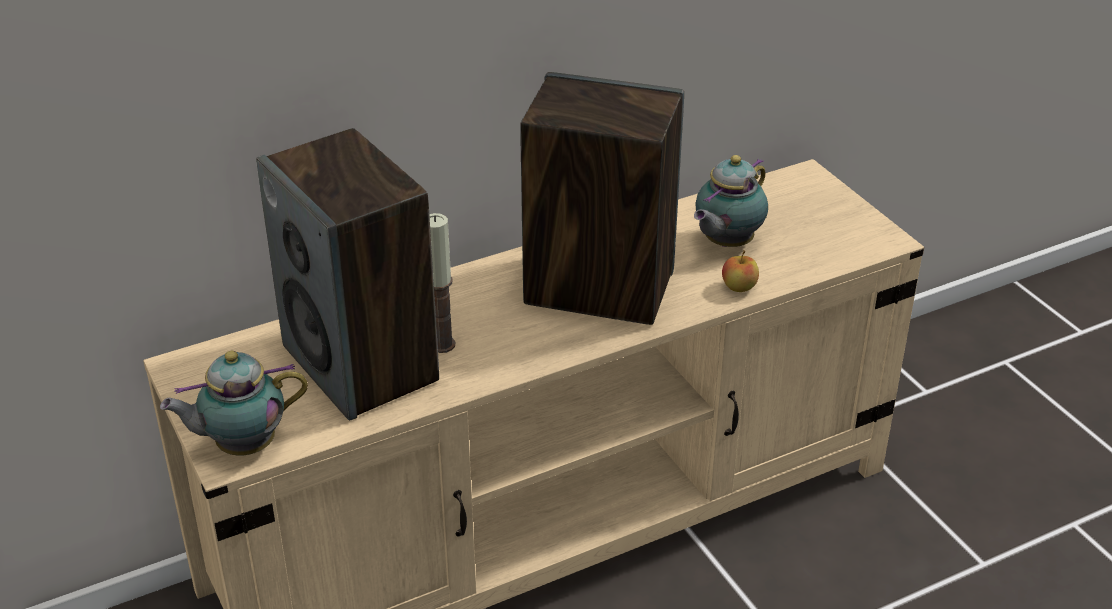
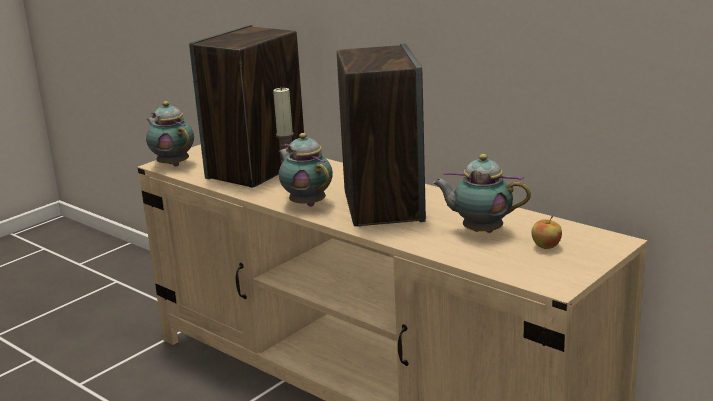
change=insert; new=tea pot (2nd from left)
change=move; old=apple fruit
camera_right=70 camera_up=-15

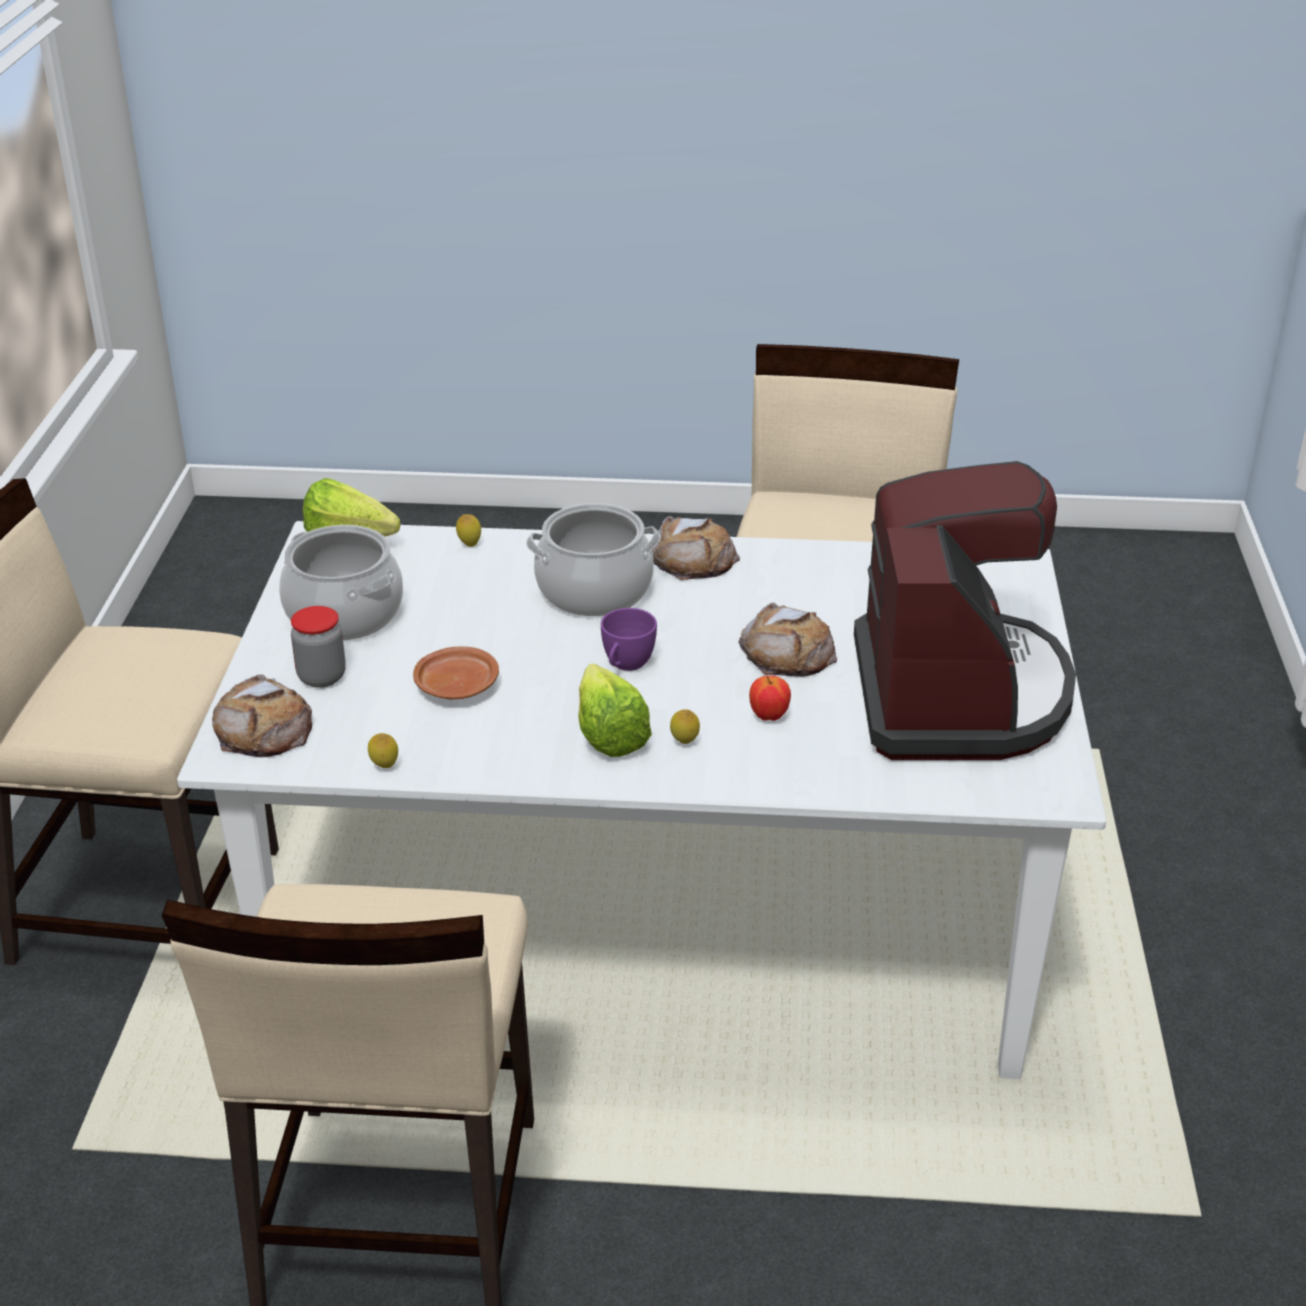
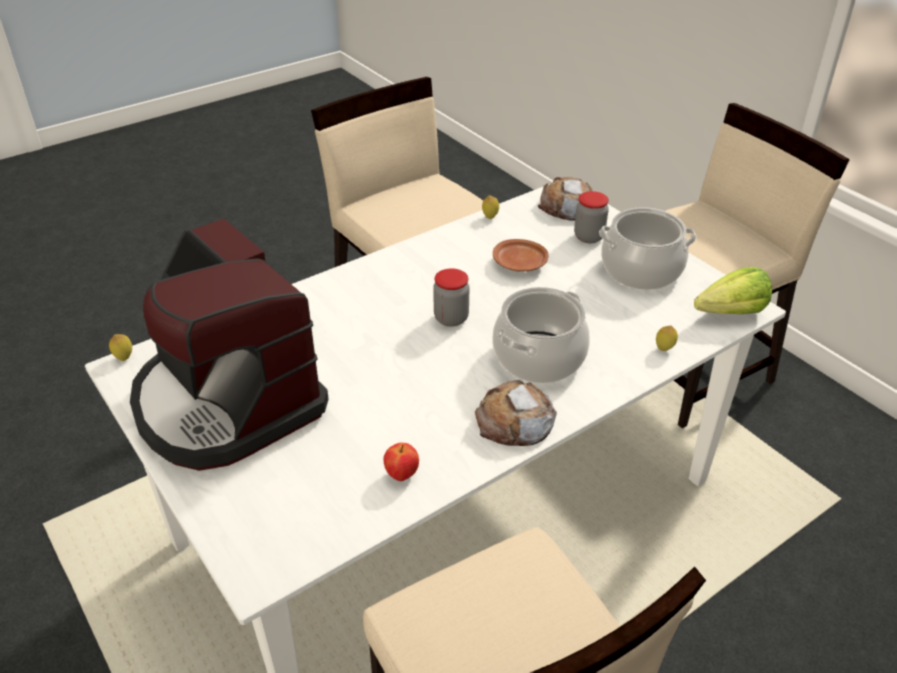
change=move; old=whole lemon (3rd from left in the first image); new=whole lemon (1st from left)
change=move; old=apple fruit
change=replace; old=purple-coloured cup; new=preserve jar (1st from left)
change=delete; old=lettuce (2nd from left)
change=delete; old=bakery bread (3rd from left)
camera_right=140 camera_up=5

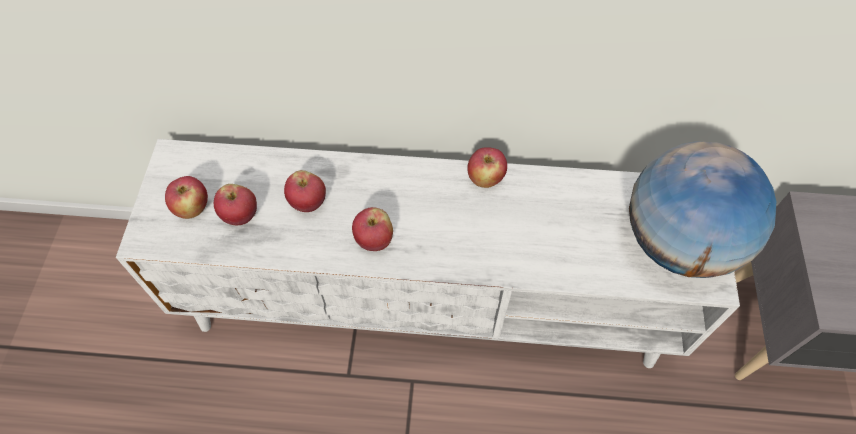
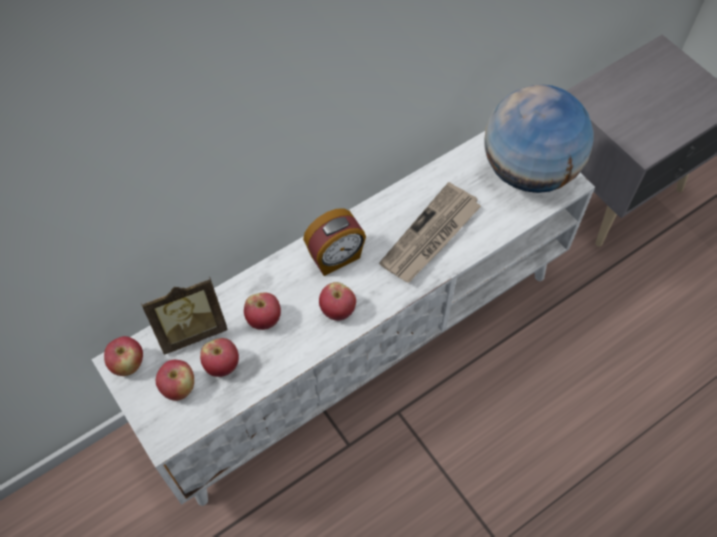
change=move; old=apple fruit (5th from left in the first image); new=apple fruit (1st from left)
change=insert; new=photo frame
change=insert; new=bedside clock
change=insert; new=printed paper
camera_right=-40 camera_up=0

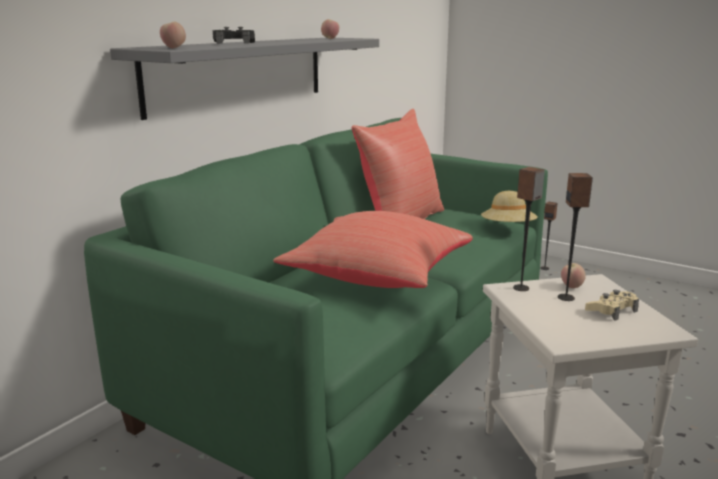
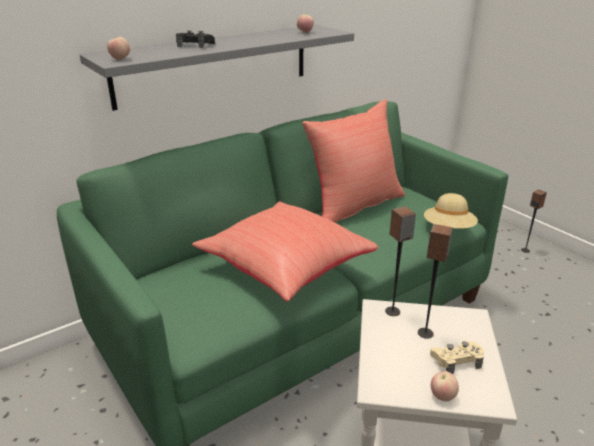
change=move; old=apple fruit (3rd from left)
camera_right=20 camera_up=10

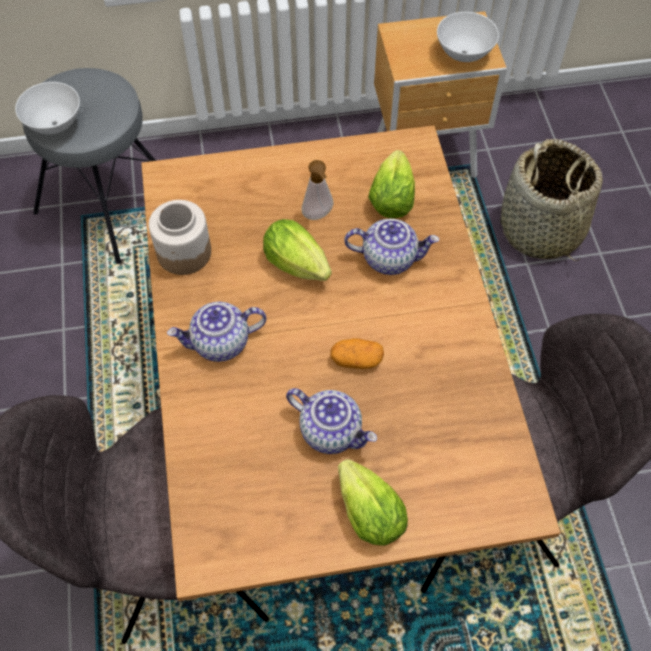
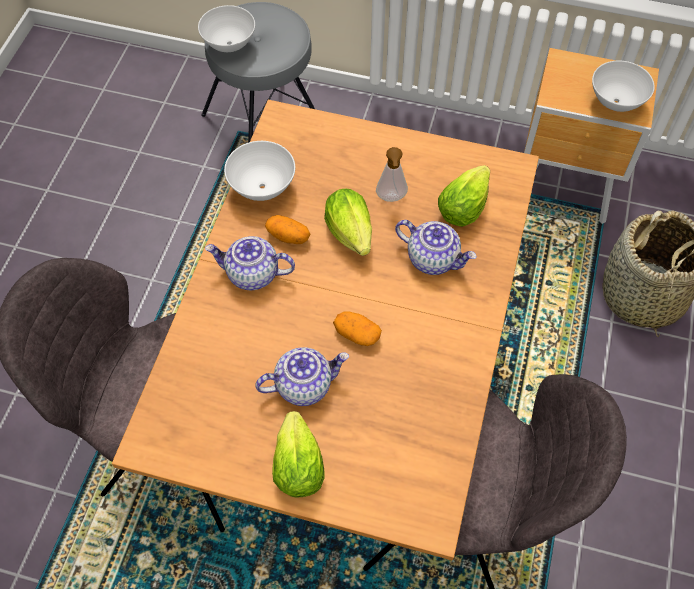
change=replace; old=preserve jar; new=white bowl (2nd from left)
change=rotate; old=tea pot (2nd from left); degrees=-75
change=insert; new=potato (1st from left)
camera_right=25 camera_up=0

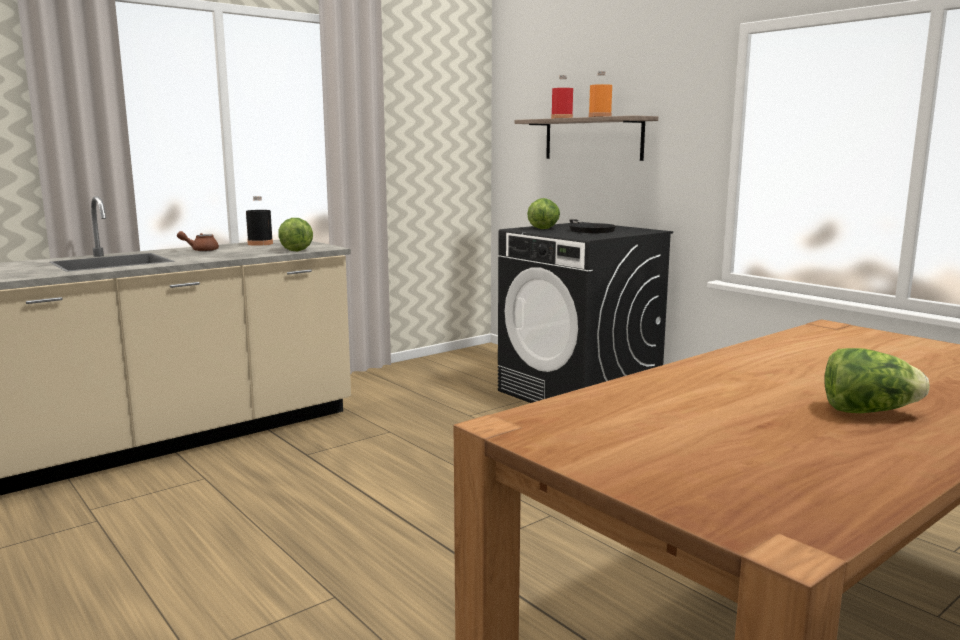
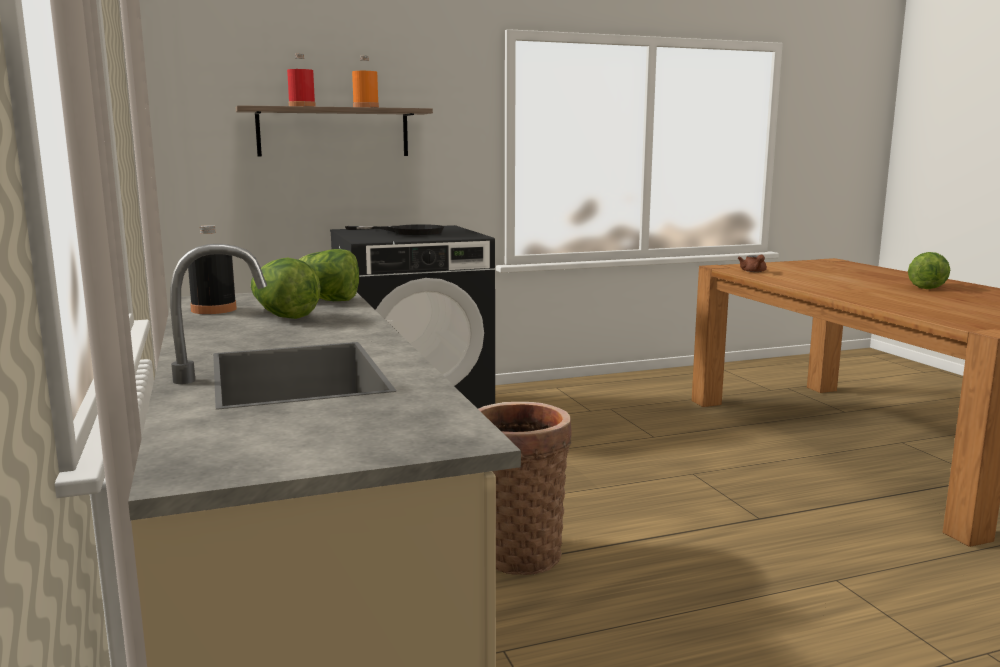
change=move; old=lettuce (2nd from left in the first image); new=lettuce (1st from left)
change=insert; new=household basket
change=move; old=brownish tea pot
camera_right=-70 camera_up=0

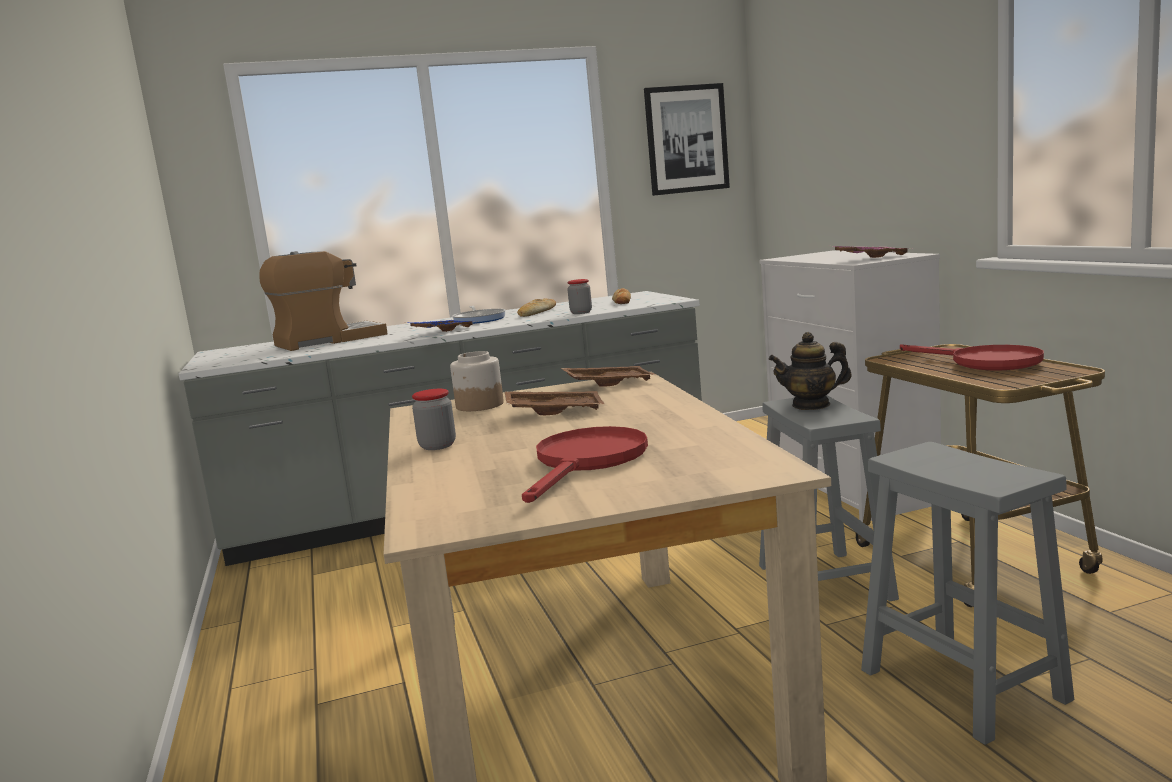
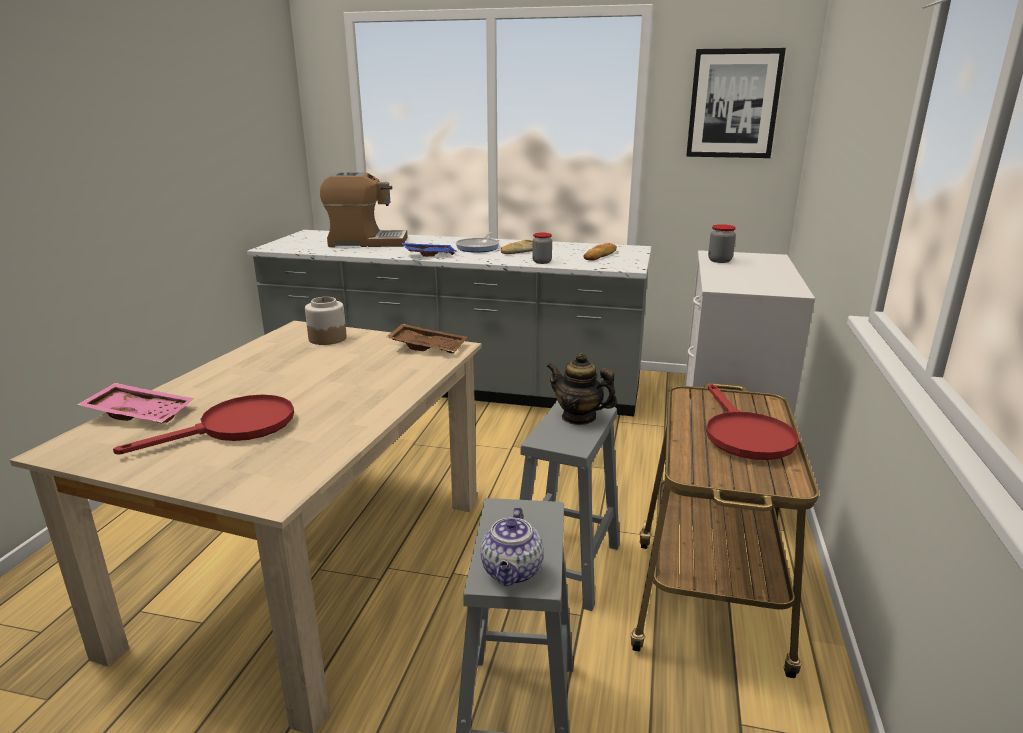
change=move; old=pink-coloured tray
change=insert; new=tea pot (1st from left)
change=move; old=preserve jar (1st from left in the first image); new=preserve jar (3rd from left)
change=delete; old=brownish tray (1st from left)
camera_right=30 camera_up=10

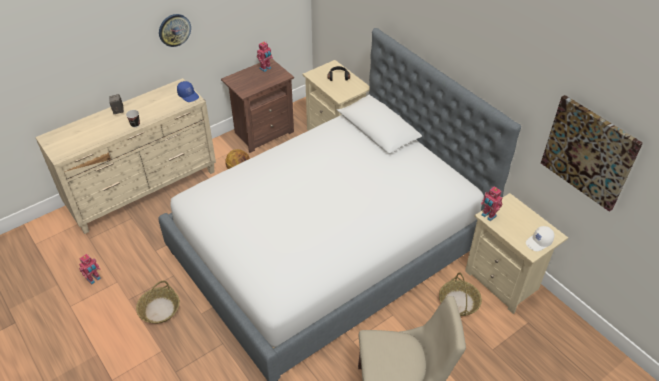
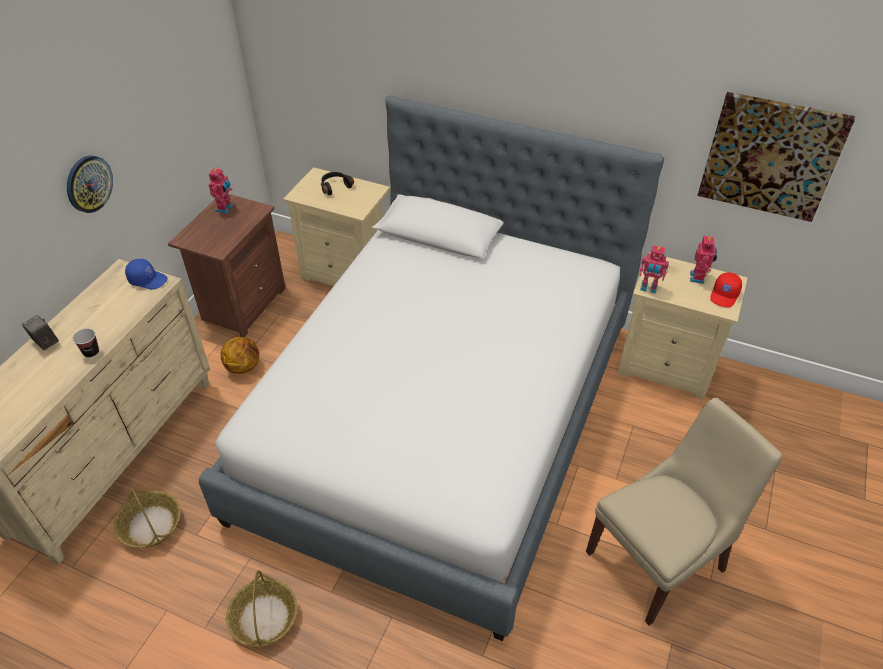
change=move; old=household basket (2nd from left in the first image); new=household basket (1st from left)
change=move; old=toy robot (1st from left in the first image); new=toy robot (3rd from left)
change=recolor; old=white baseball cap; new=red baseball cap
camera_right=-30 camera_up=0

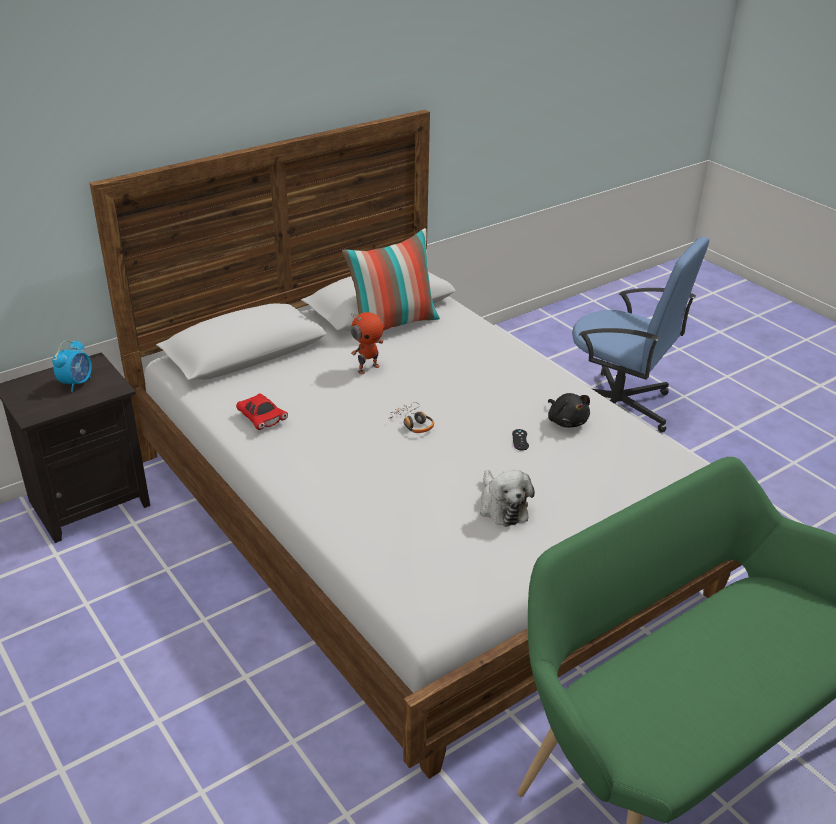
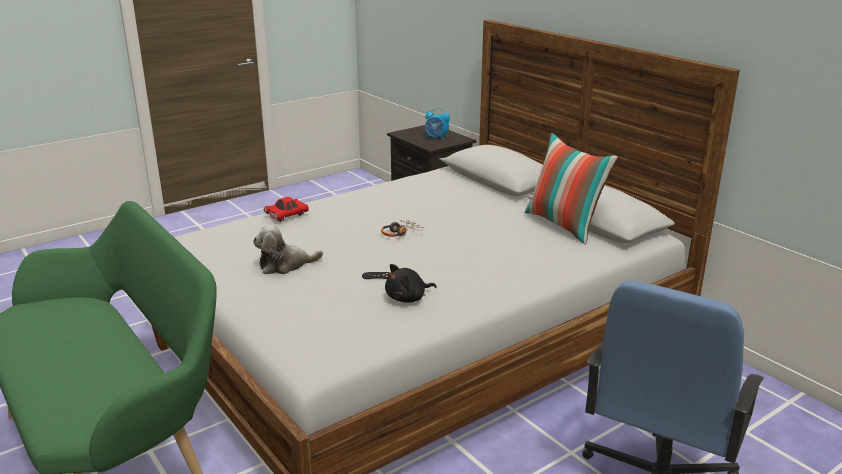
change=move; old=red model car
change=delete; old=toy robot
camera_right=90 camera_up=-10

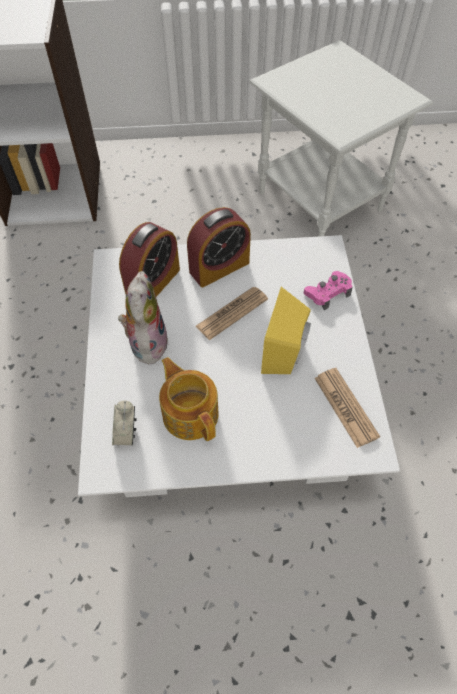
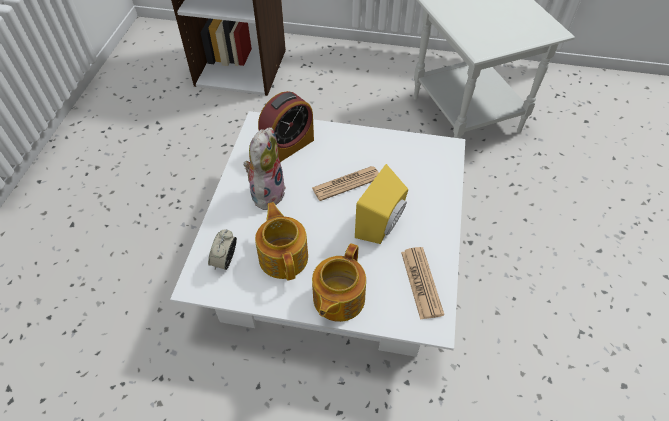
change=insert; new=tea pot (2nd from left)
change=delete; old=bedside clock (3rd from left)
change=delete; old=pink-coloured gamepad
camera_right=15 camera_up=-5

